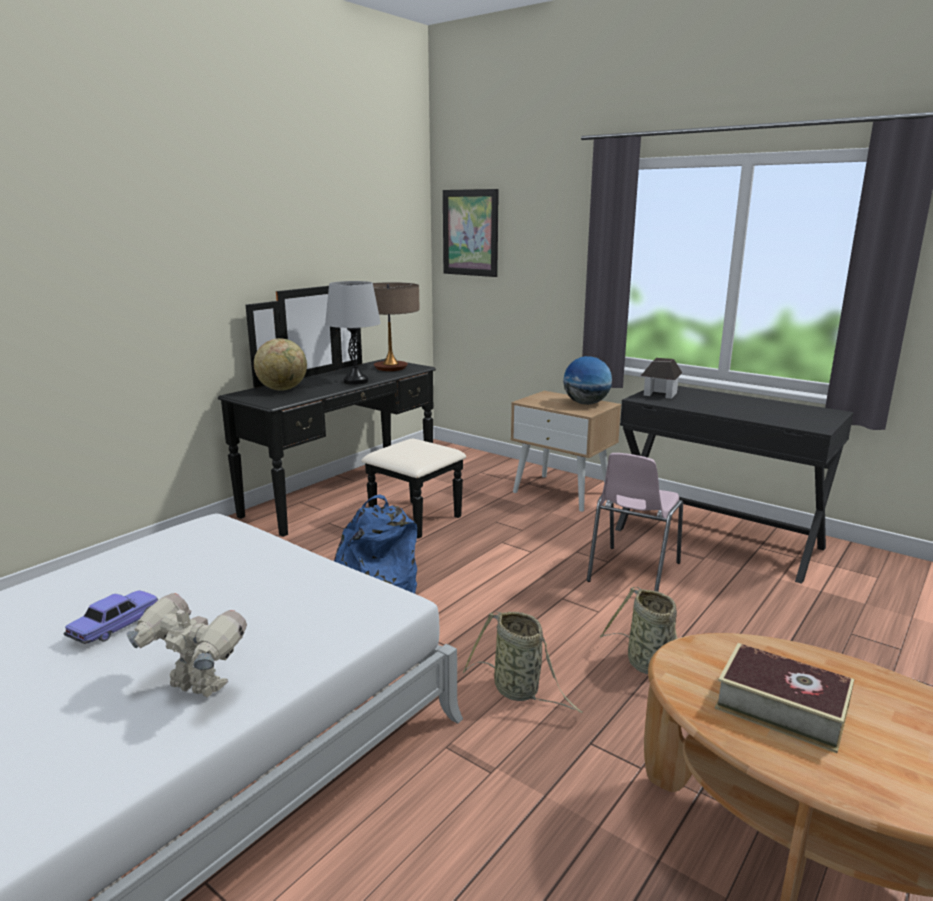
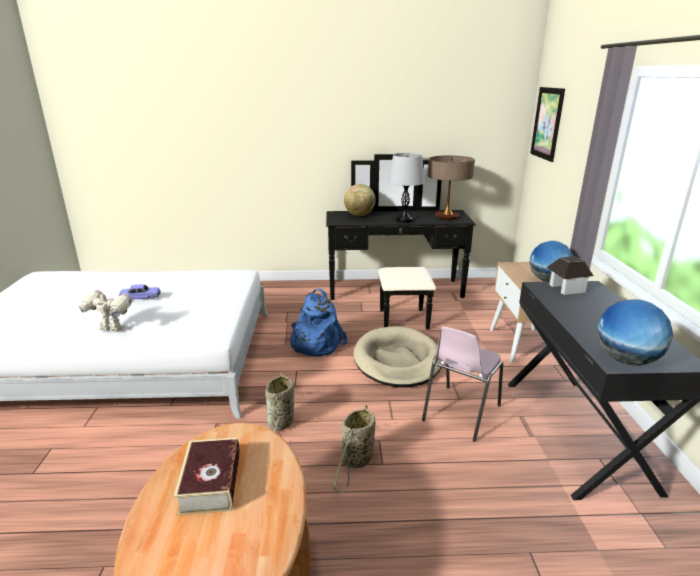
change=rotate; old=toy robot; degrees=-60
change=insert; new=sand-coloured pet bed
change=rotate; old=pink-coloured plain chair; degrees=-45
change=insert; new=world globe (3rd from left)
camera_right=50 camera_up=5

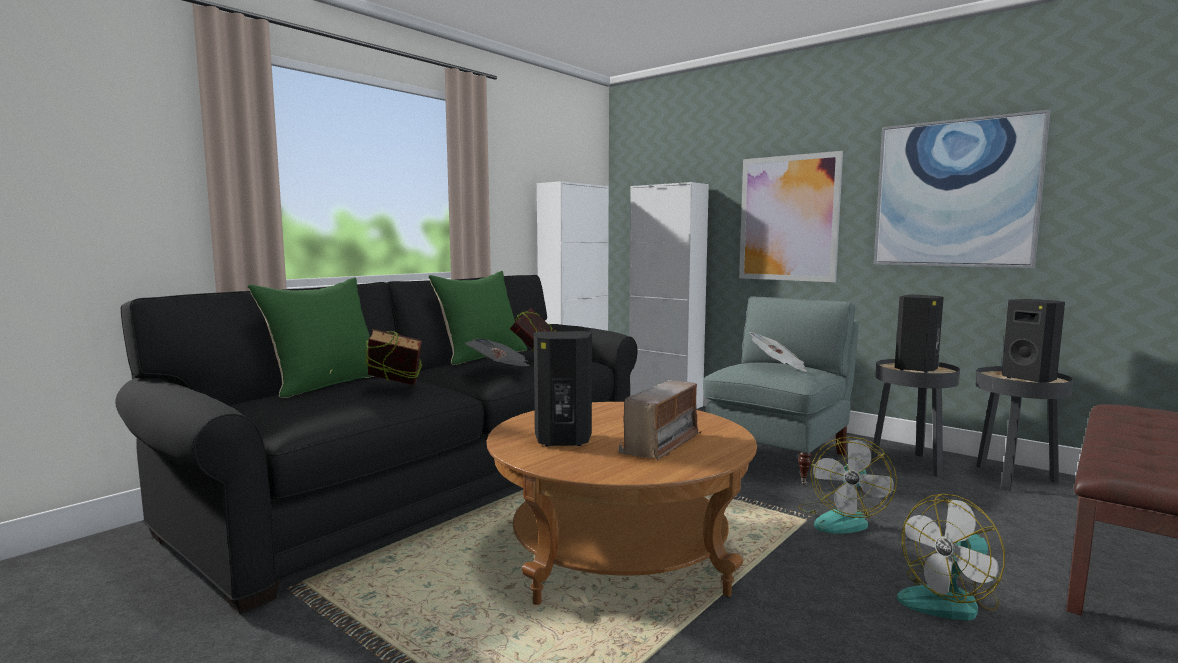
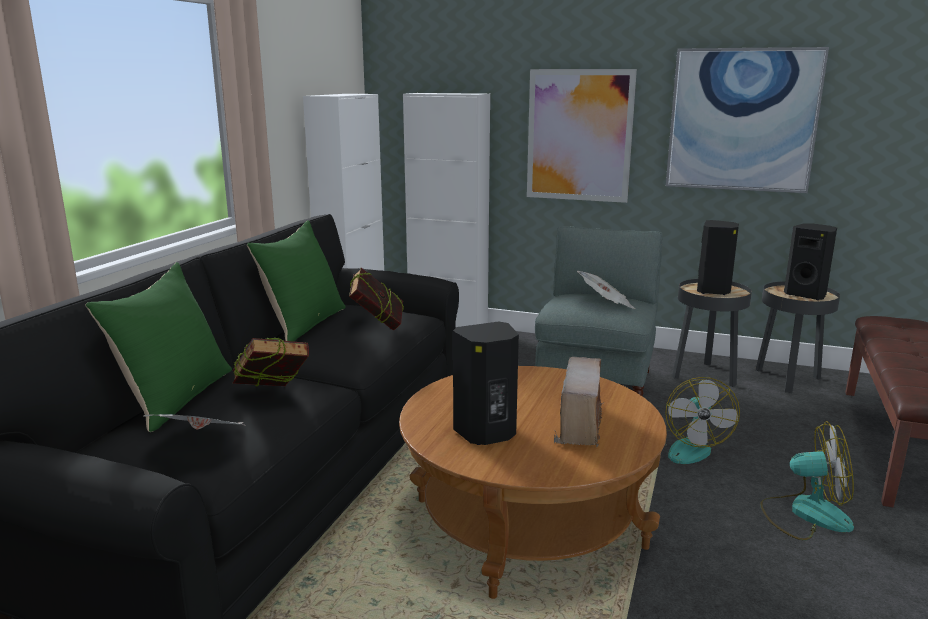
change=move; old=printed paper (1st from left)
change=rotate; old=electric fan (2nd from left); degrees=-120
camera_right=-20 camera_up=10

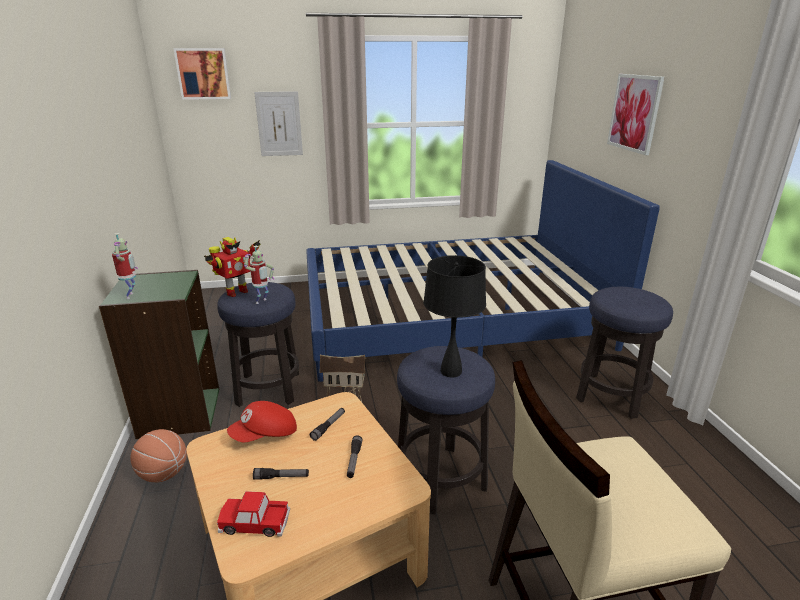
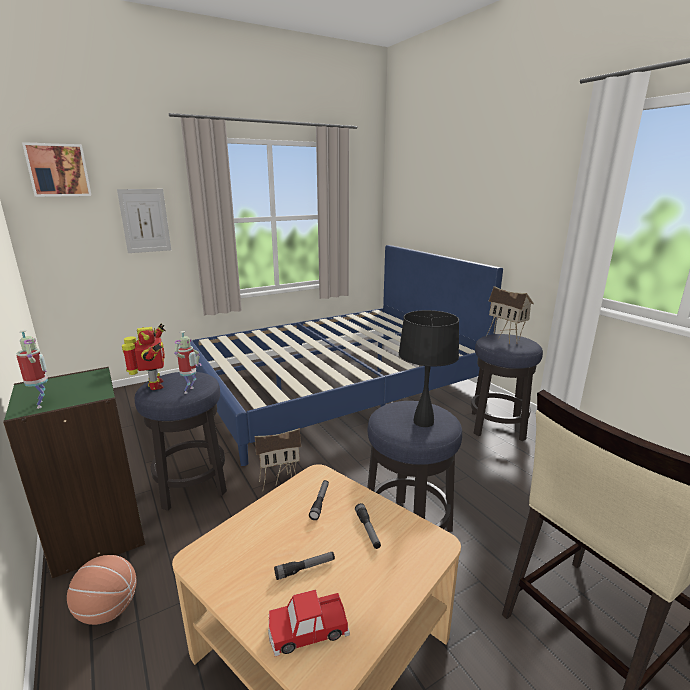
change=rotate; old=toy robot (2nd from left); degrees=-45
change=insert; new=toy house (2nd from left)
change=delete; old=red baseball cap
change=delete; old=wall art (3rd from left)
camera_right=-20 camera_up=-5

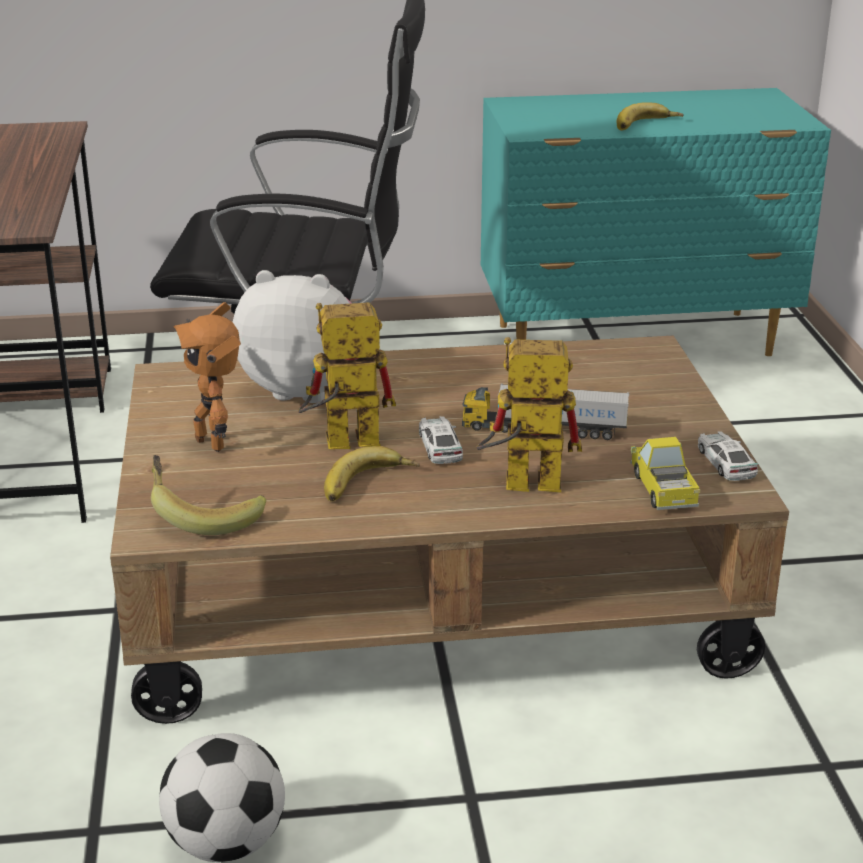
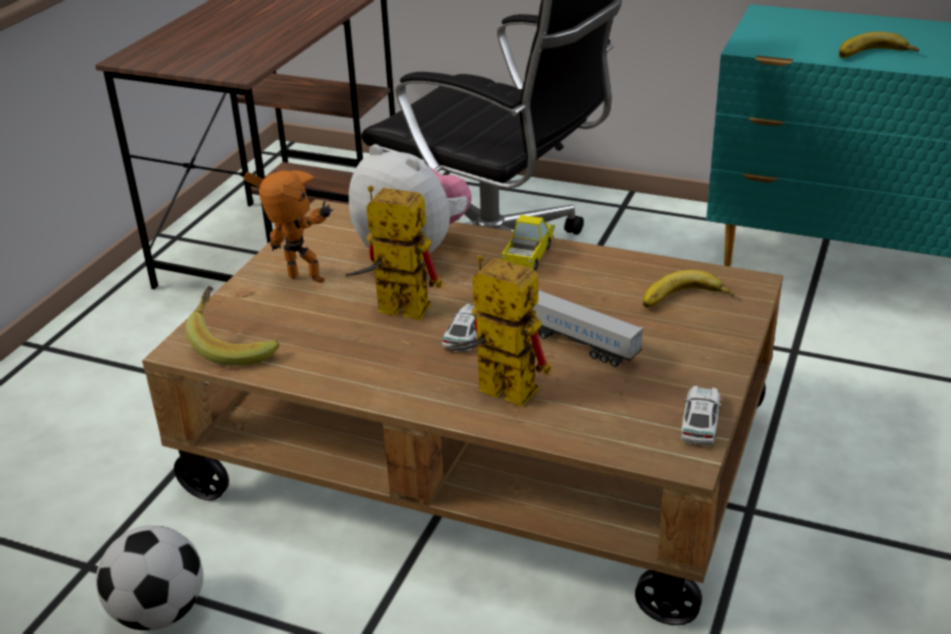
change=rotate; old=toy robot (1st from left); degrees=120
change=move; old=toy truck (2nd from left in the first image); new=toy truck (1st from left)
change=move; old=banana (2nd from left)
camera_right=30 camera_up=5

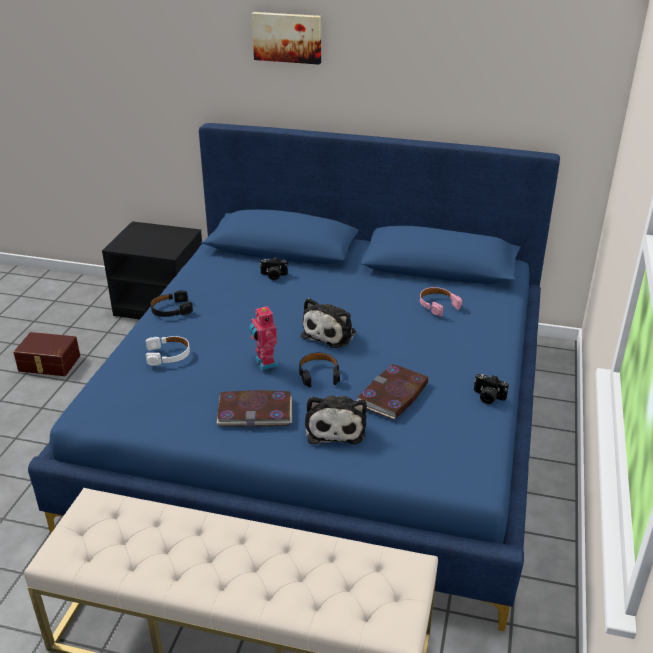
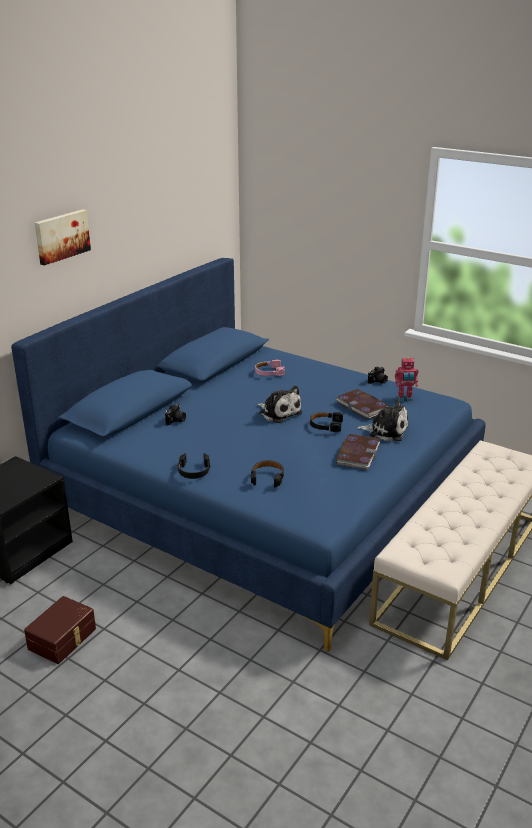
change=recolor; old=white pair of headphones; new=black-coloured pair of headphones (2nd from left)
change=move; old=toy robot
camera_right=-70 camera_up=-5

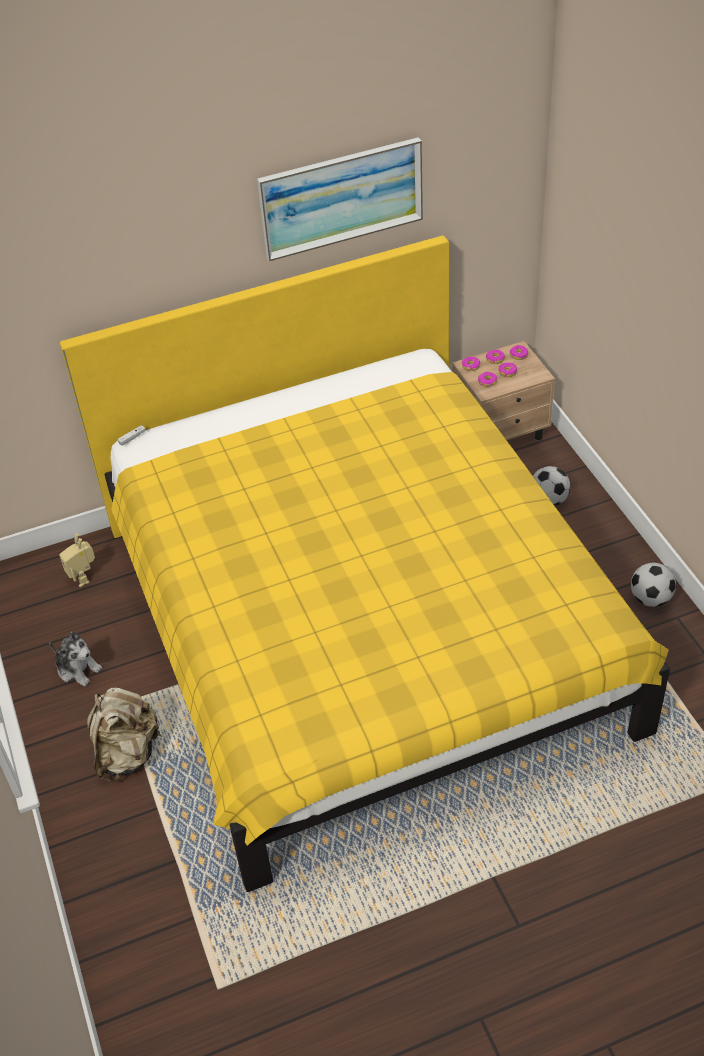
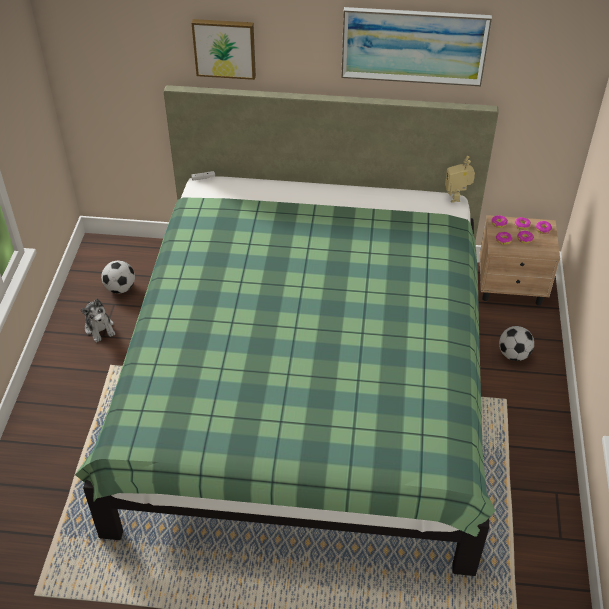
change=recolor; old=yellowish bed; new=green-coloured bed
change=move; old=football (2nd from left in the first image); new=football (1st from left)
change=insert; new=wall art (1st from left)
change=move; old=toy robot
change=delete; old=sand-coloured backpack
camera_right=25 camera_up=0

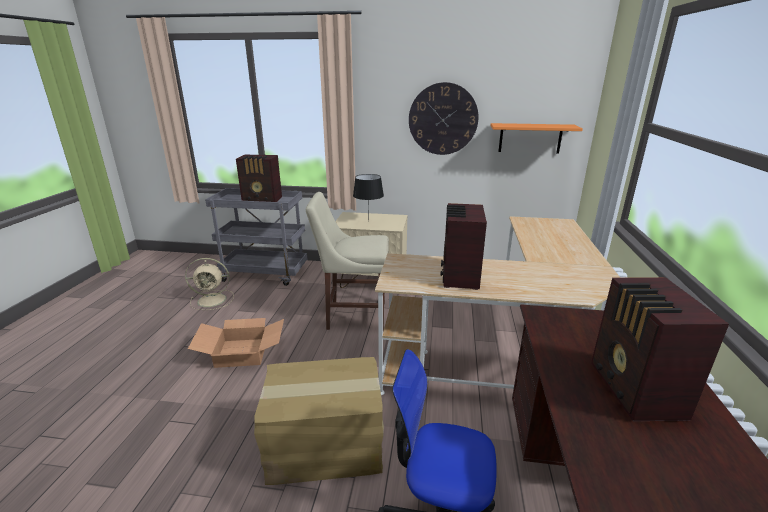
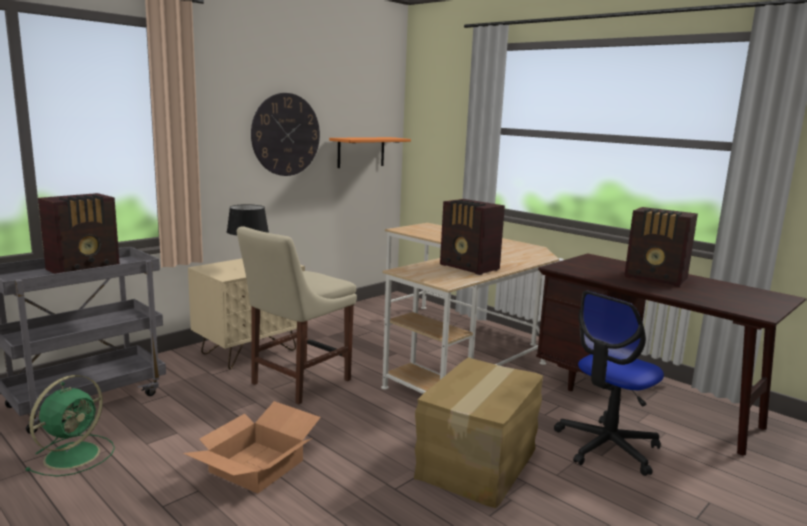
change=recolor; old=sand-coloured electric fan; new=green-coloured electric fan
camera_right=-55 camera_up=-10

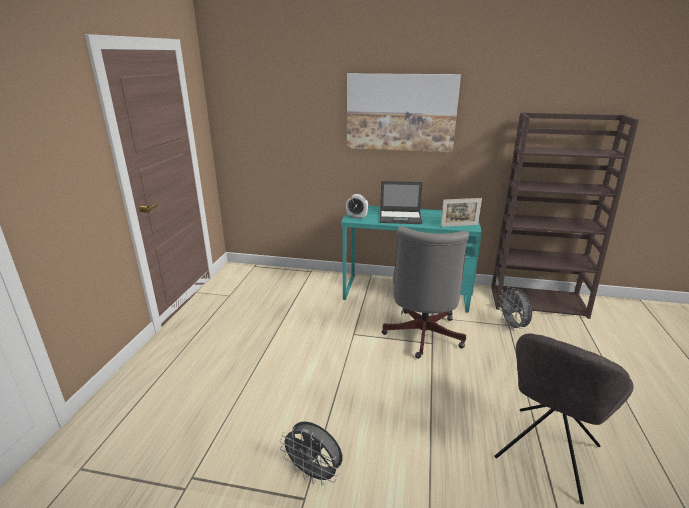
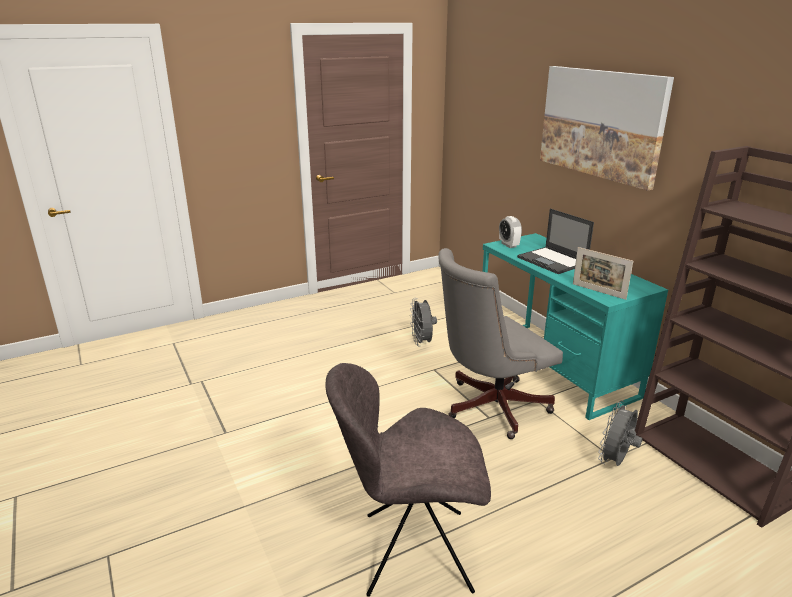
change=move; old=grey electric fan (1st from left)
camera_right=50 camera_up=0

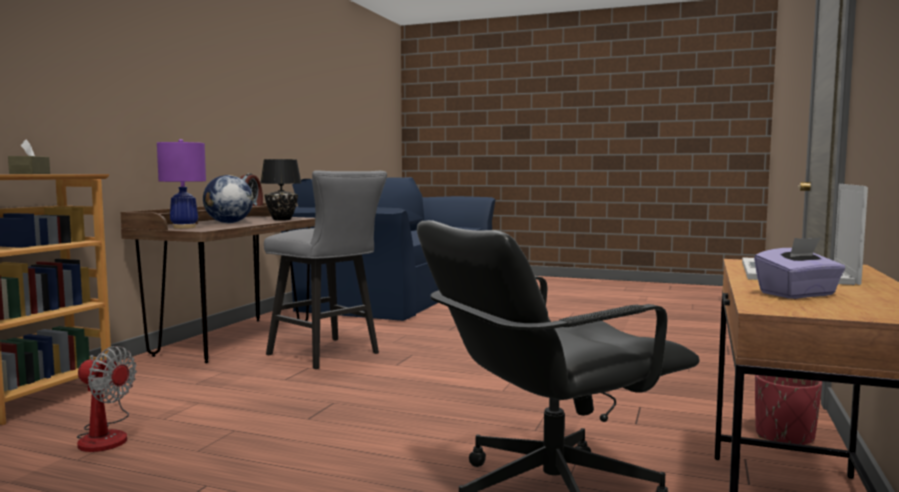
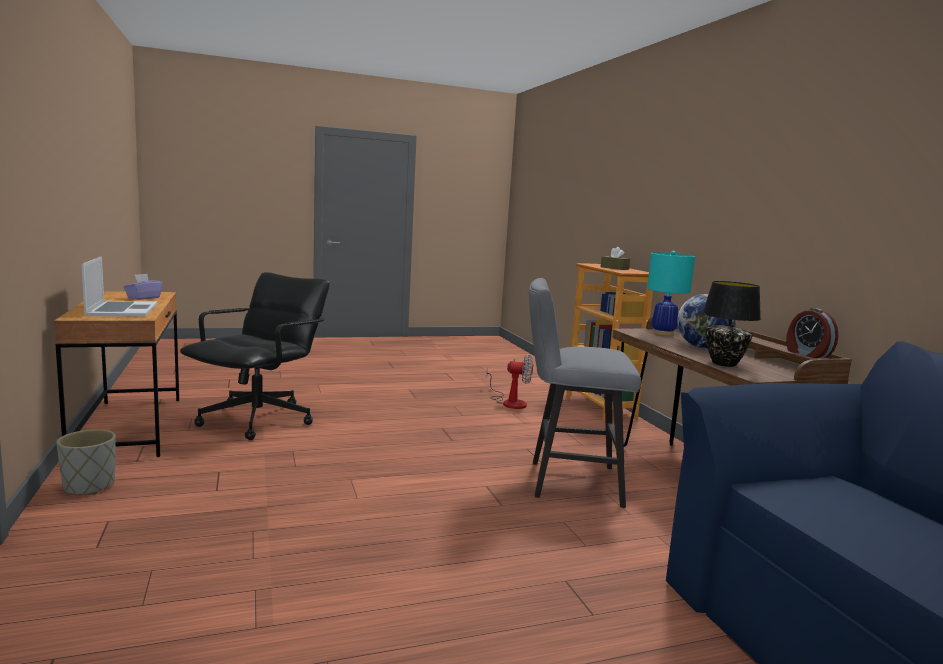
change=recolor; old=red flower pot; new=grey flower pot
change=rotate; old=electric fan; degrees=-150
change=recolor; old=purple-coloured tabletop lamp; new=turquoise-coloured tabletop lamp
camera_right=140 camera_up=5

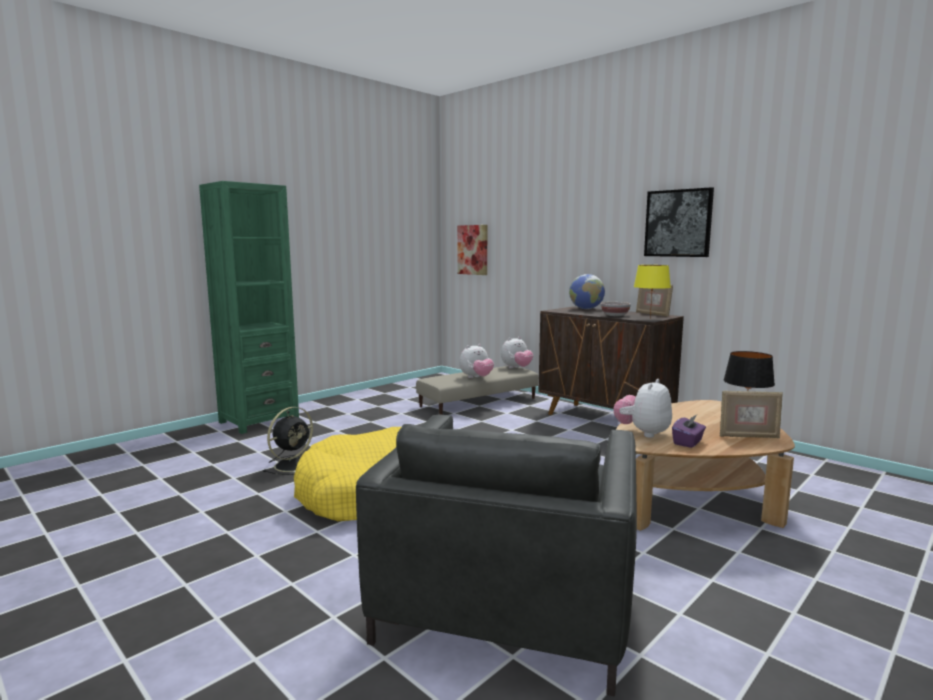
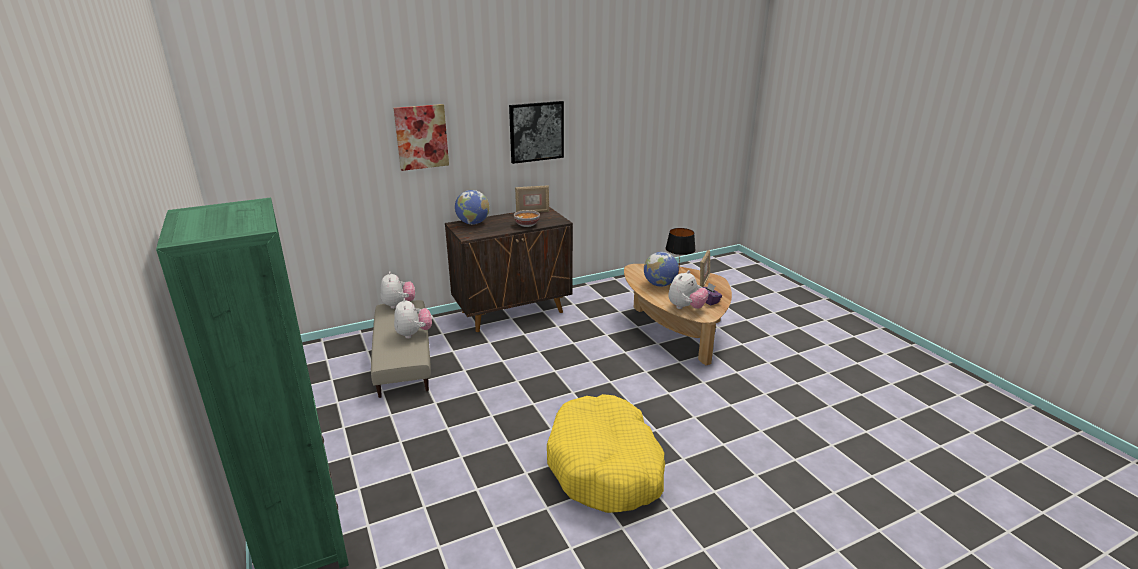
change=move; old=wall art (1st from left)
change=insert; new=world globe (2nd from left)
change=rotate; old=cuddly toy (3rd from left); degrees=-105
change=delete; old=black-coloured electric fan
change=delete; old=grey lounge chair
change=delete; old=yellowish tabletop lamp
camera_right=-70 camera_up=15

